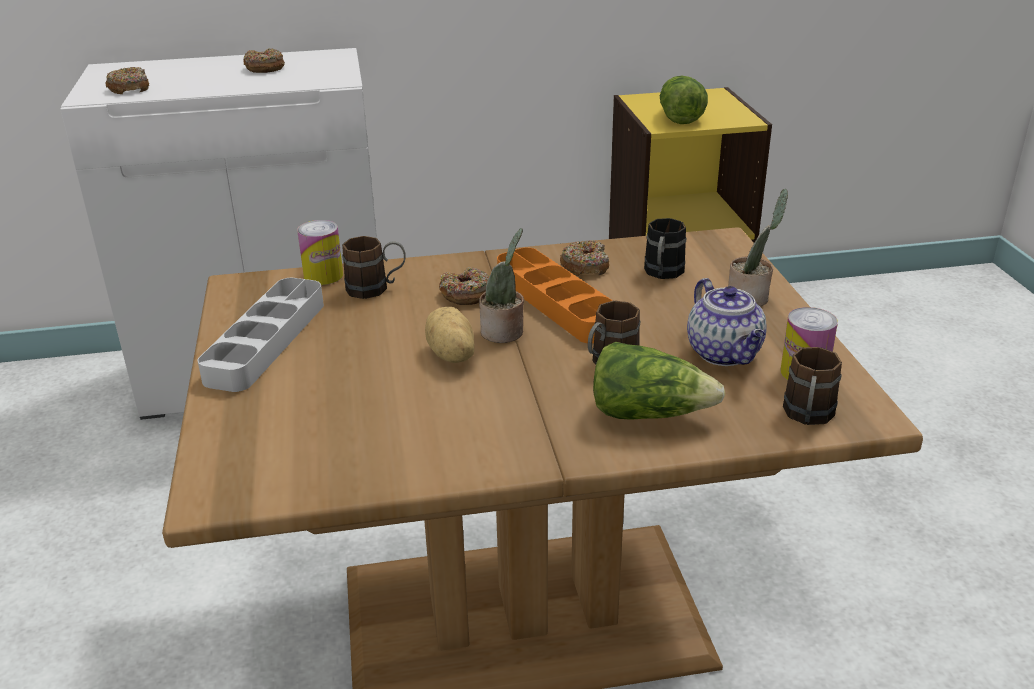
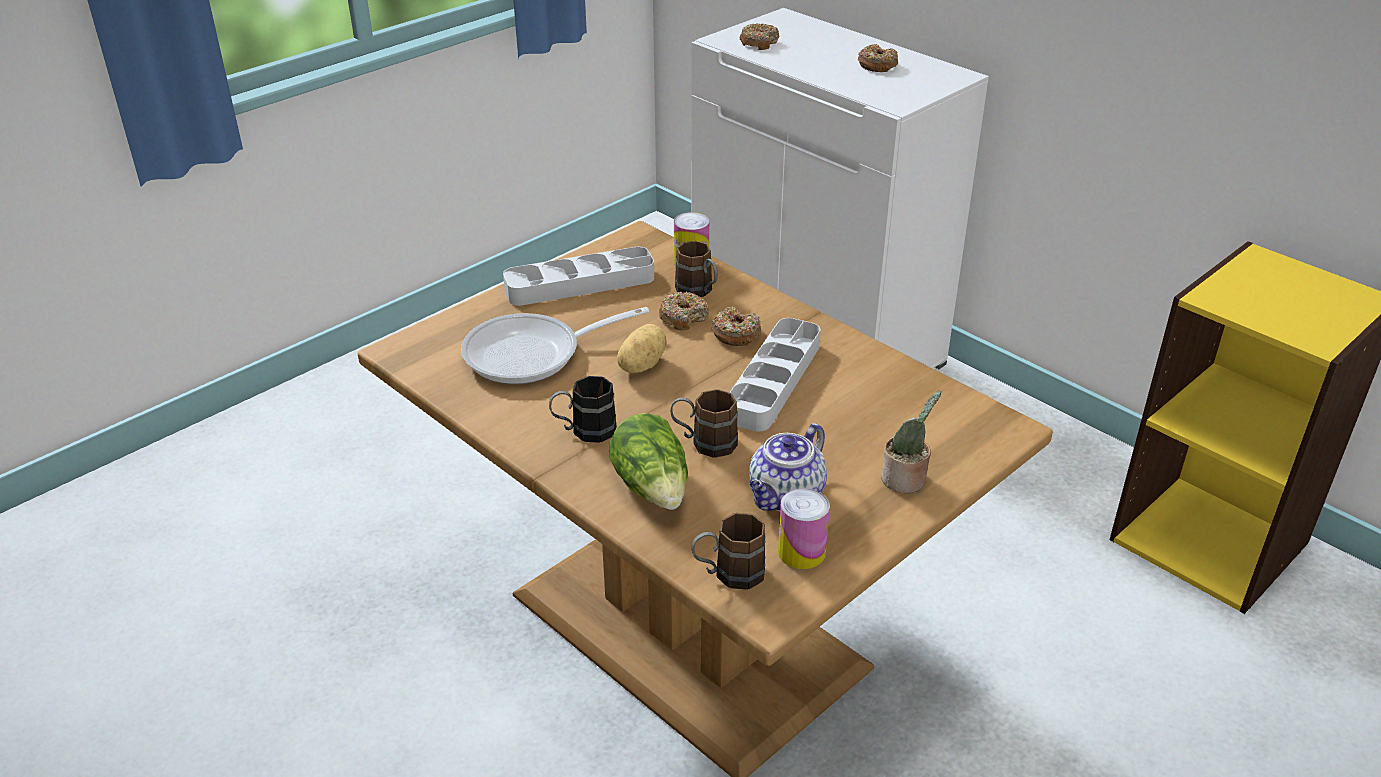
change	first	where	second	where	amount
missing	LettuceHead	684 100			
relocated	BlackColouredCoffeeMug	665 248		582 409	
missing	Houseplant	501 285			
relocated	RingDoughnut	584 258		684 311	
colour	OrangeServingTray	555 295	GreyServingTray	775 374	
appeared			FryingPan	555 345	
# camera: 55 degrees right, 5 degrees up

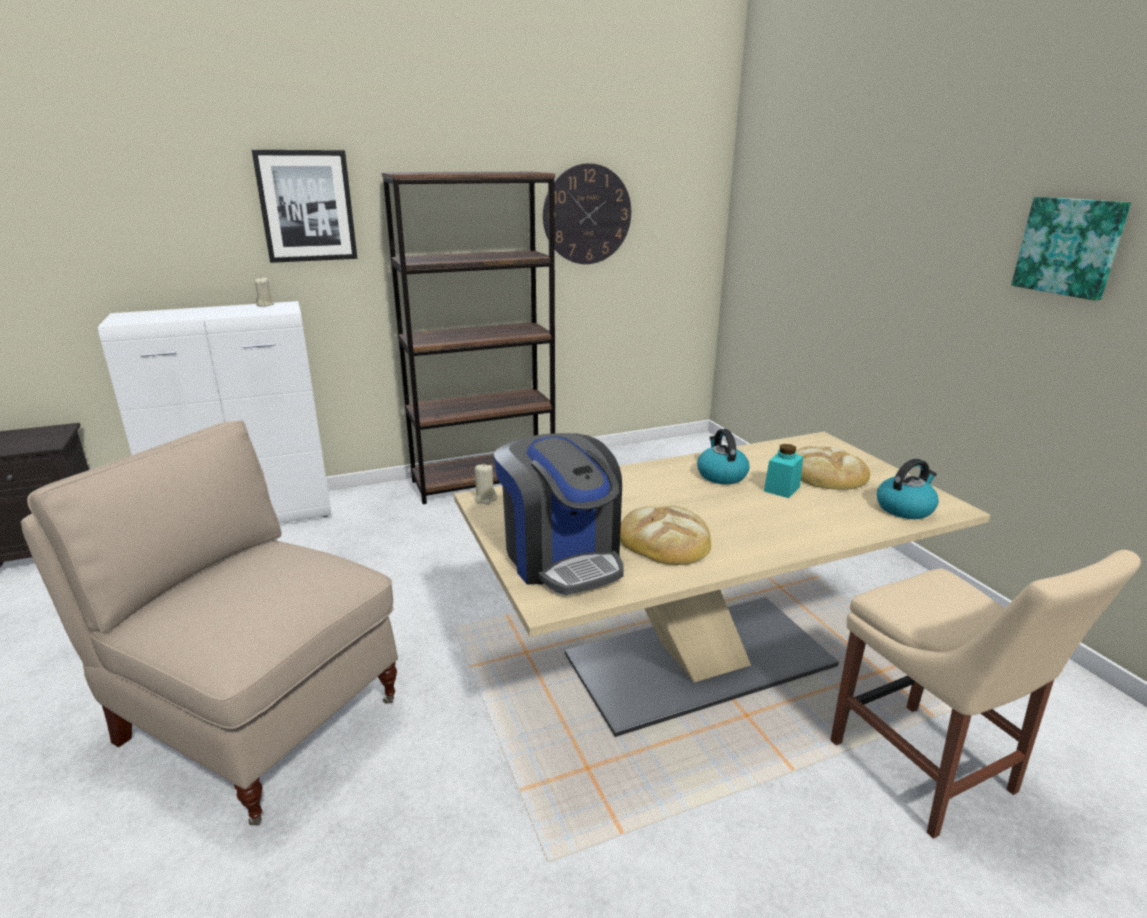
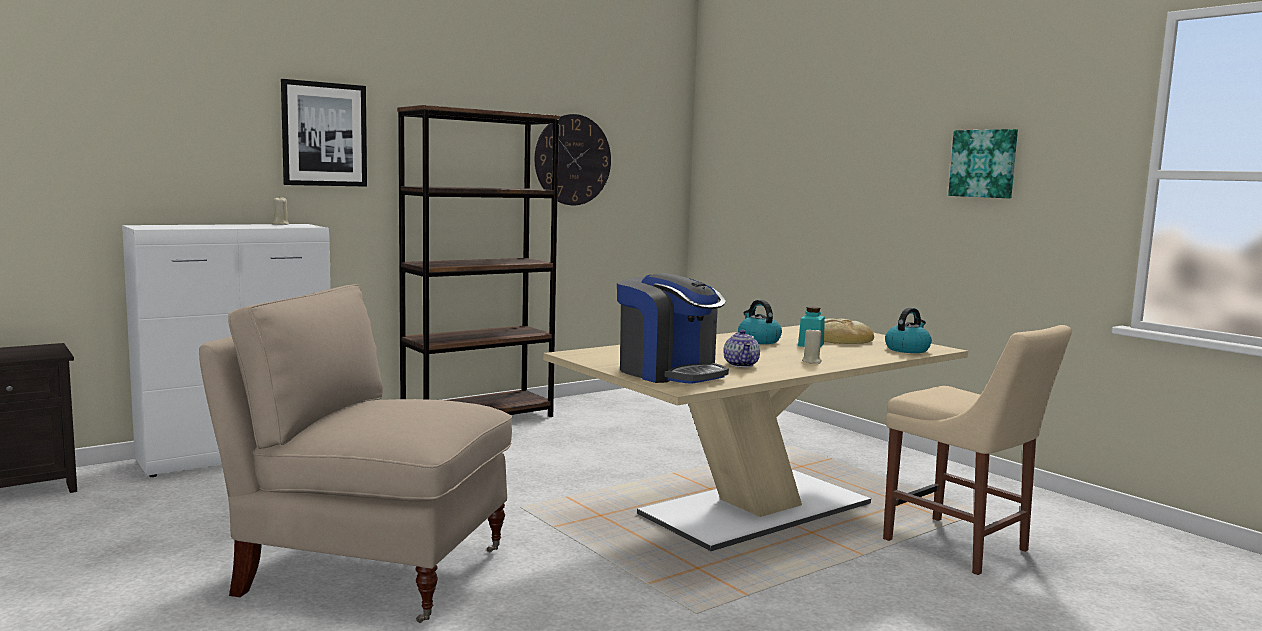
change	first	where	second	where	amount
relocated	BeigeWaxLight	485 484		812 346	
exchanged	BakeryBread	665 535	PotForTea	742 349	
# camera: 15 degrees left, 15 degrees down

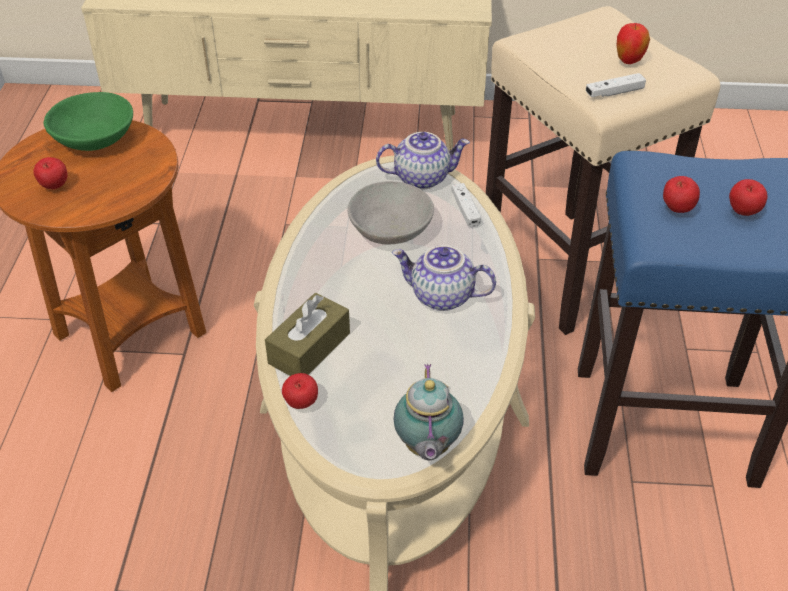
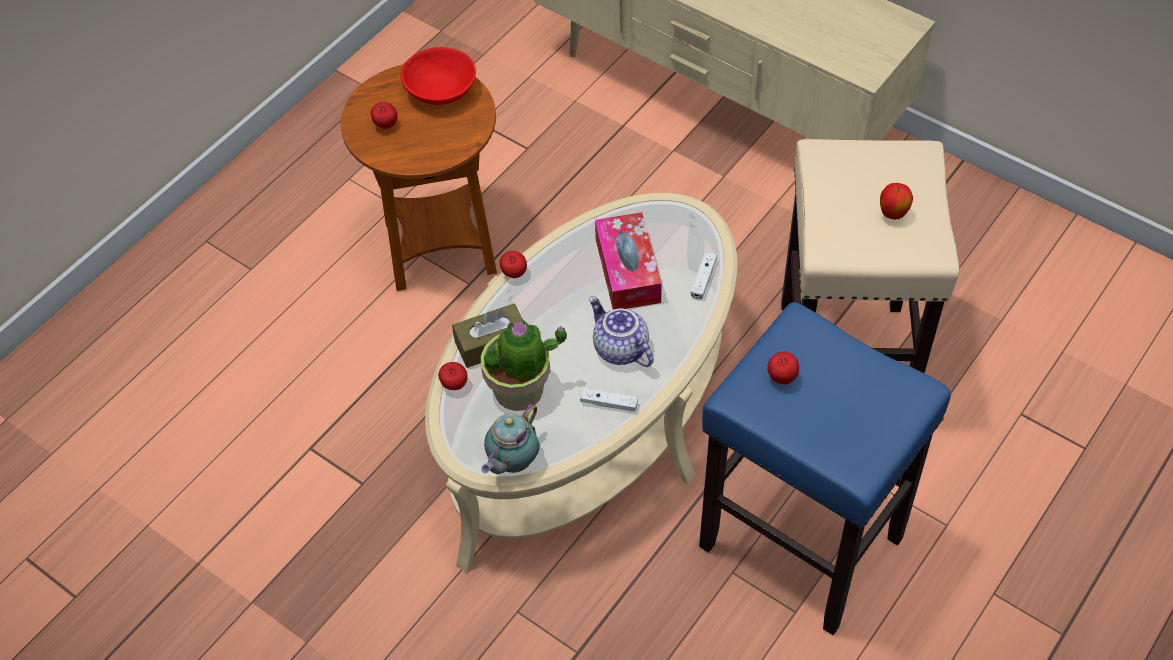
change	first	where	second	where	amount
relocated	WhitishGameController	616 85		609 400	
colour	GreenServingBowl	88 121	RedServingBowl	438 76	
missing	PotForTea	423 161			
relocated	WholeApple	748 197		513 264	
exchanged	GreyServingBowl	390 213	BoxOfTissues	628 261	
appeared			Houseplant	524 365	
# camera: 35 degrees right, 10 degrees up

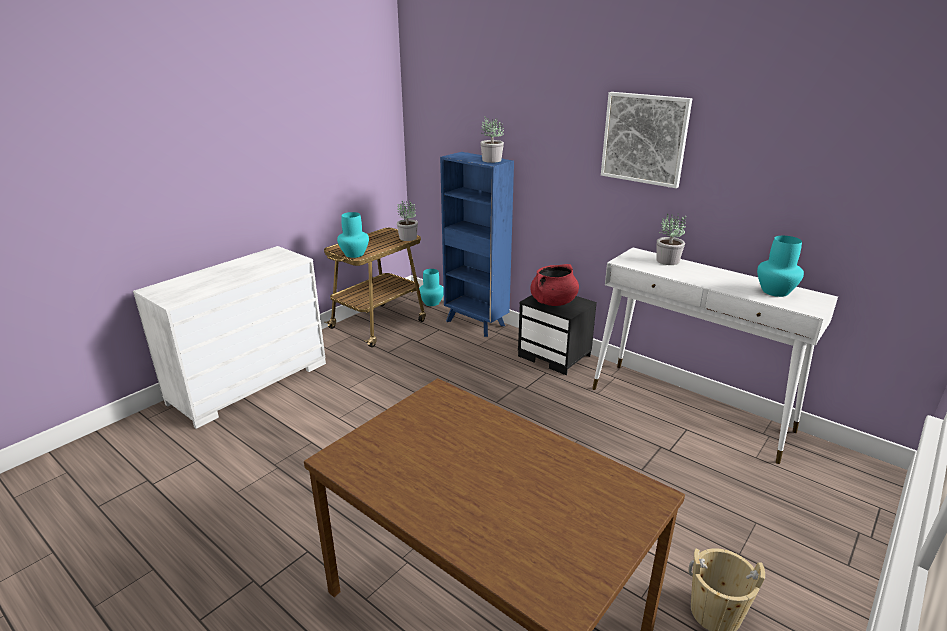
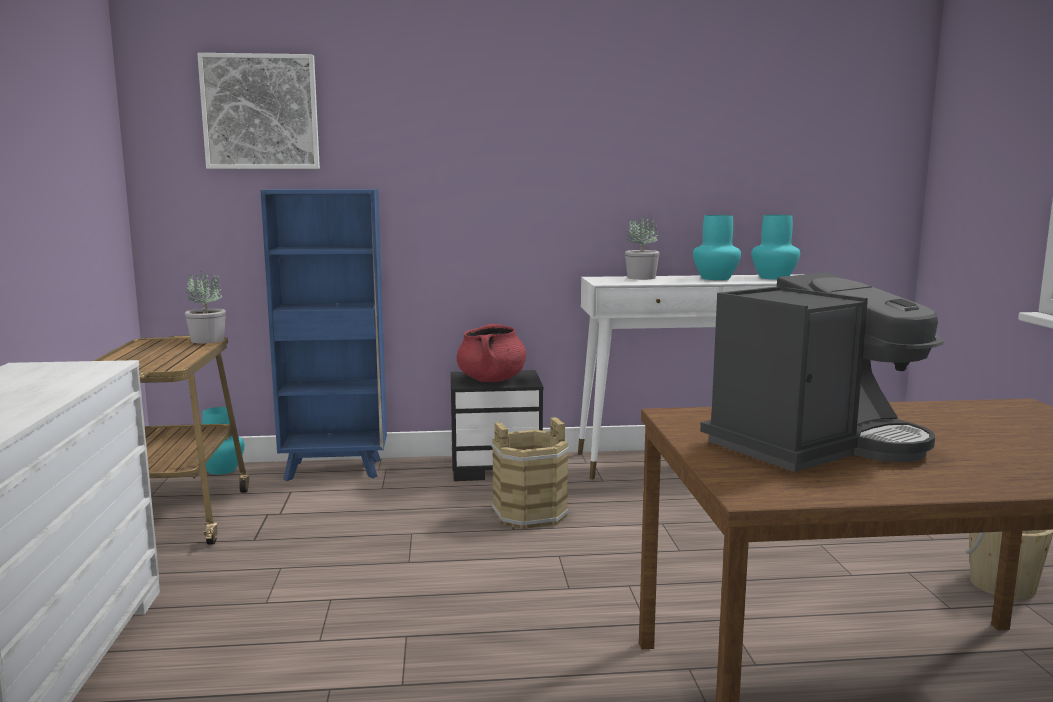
change	first	where	second	where	amount
relocated	WallPicture	646 140		258 111	
missing	Houseplant	492 140			
relocated	TurquoiseColouredFlowerVase	353 235		717 247	
appeared			CoffeeMachine	822 372	
appeared			BrownColouredBucket	530 473	
# camera: 45 degrees left, 15 degrees down

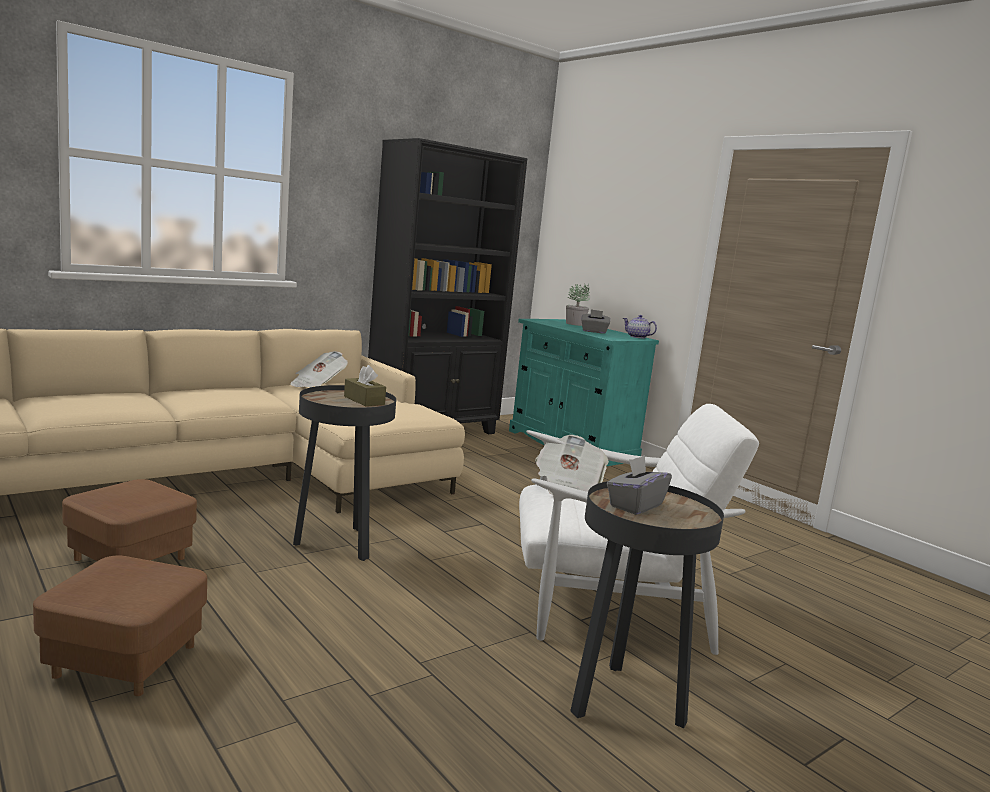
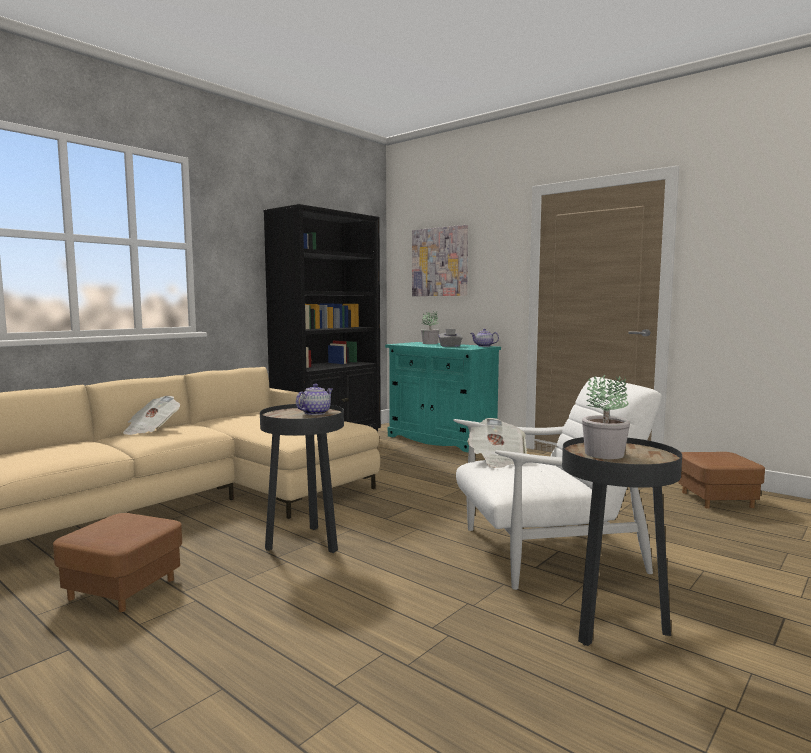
change	first	where	second	where	amount
relocated	Newspaper	319 369		151 415	
exchanged	BrownColouredBoxOfTissues	365 385	PotForTea	314 399	
exchanged	GreyBoxOfTissues	639 485	Houseplant	606 416	
relocated	BrownColouredPouffe	120 625		722 480	
appeared			WallPicture	440 260	
# camera: 10 degrees left, 5 degrees down

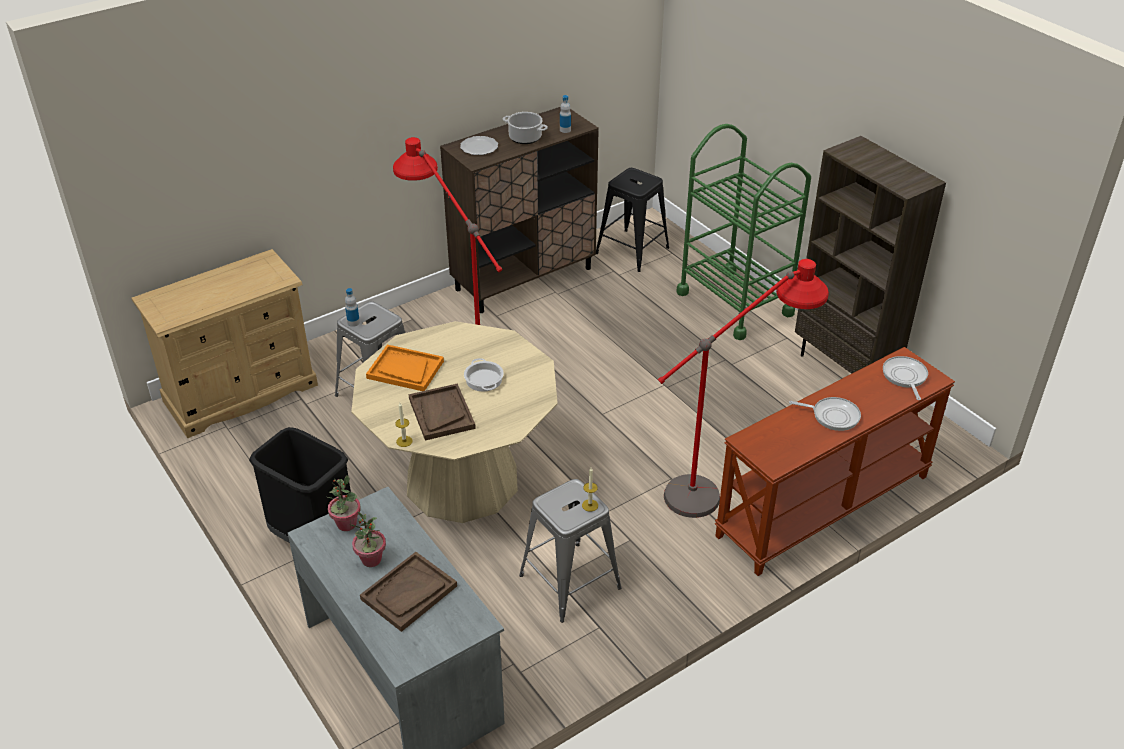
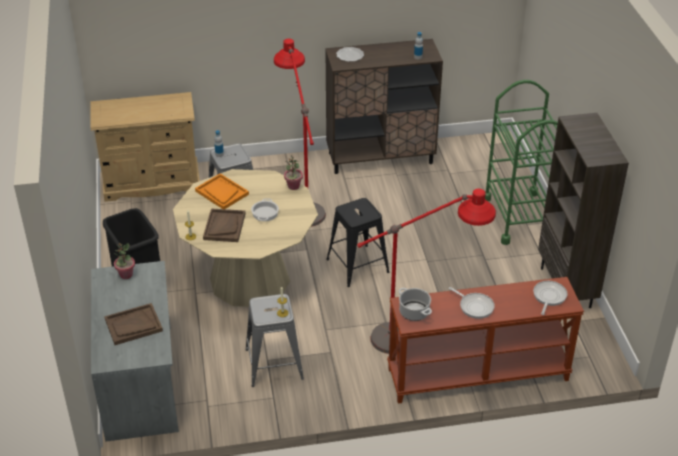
change	first	where	second	where	amount
relocated	Saucepot	525 128		415 304	
relocated	BlackColouredStool	632 220		357 242	
relocated	Houseplant	368 539		293 172	
# camera: 25 degrees right, 0 degrees up

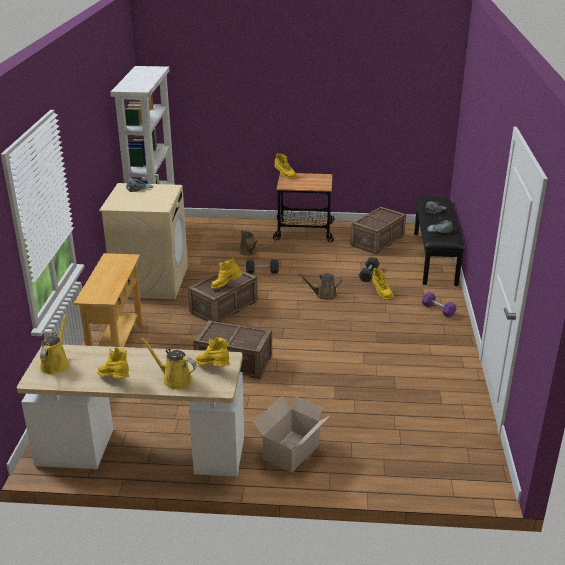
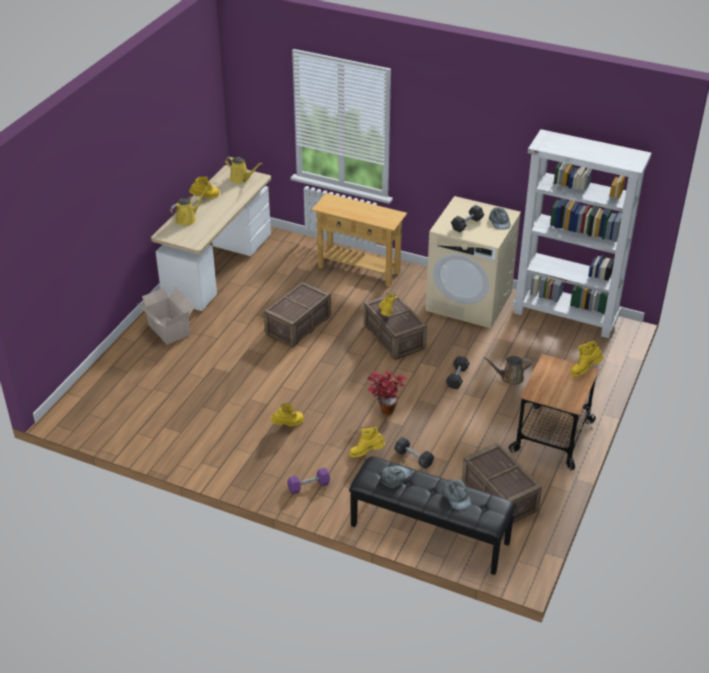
change	first	where	second	where	amount
exchanged	BrownColouredWateringCan	320 286	Houseplant	387 393	
relocated	YellowColouredTallBoot	212 351		287 415	
appeared			BlackColouredHandWeight	467 219	
# camera: 110 degrees right, 10 degrees up

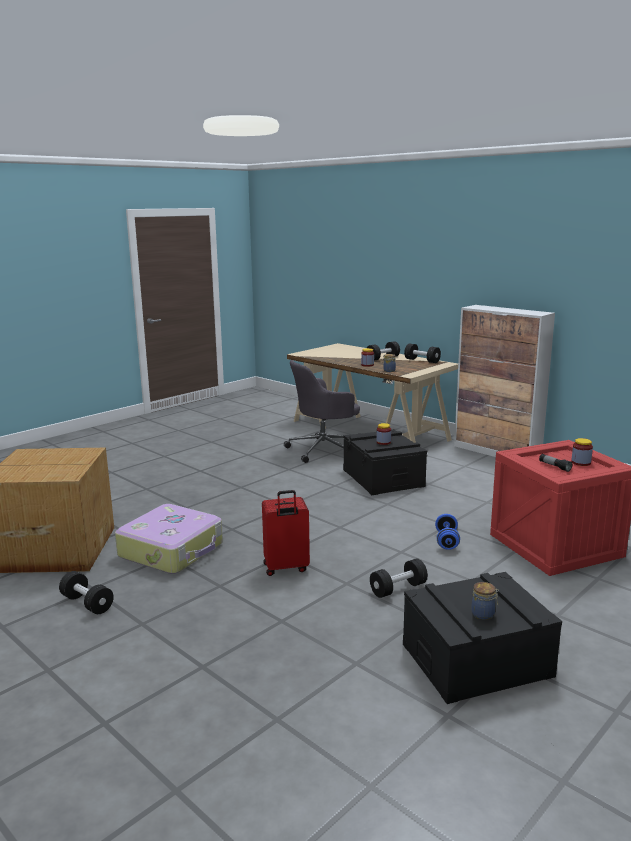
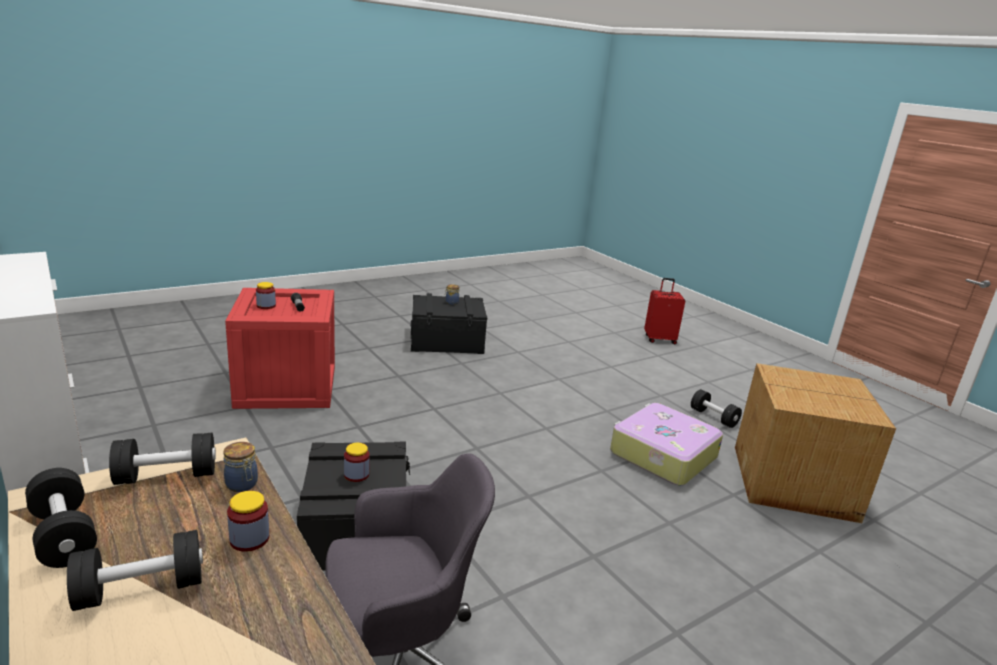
change	first	where	second	where	amount
relocated	RedTravelCase	286 533		664 311	
missing	BlueColouredHandWeight	447 532			
relocated	BlackColouredHandWeight	399 578		162 459	
# camera: 170 degrees left, 5 degrees up

